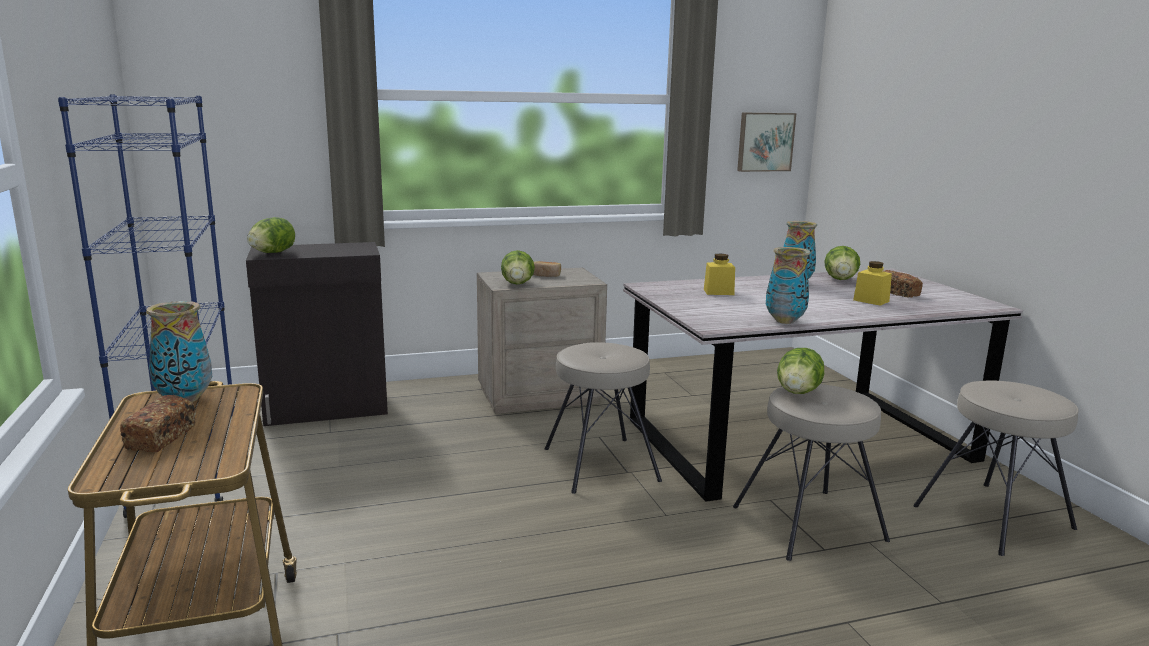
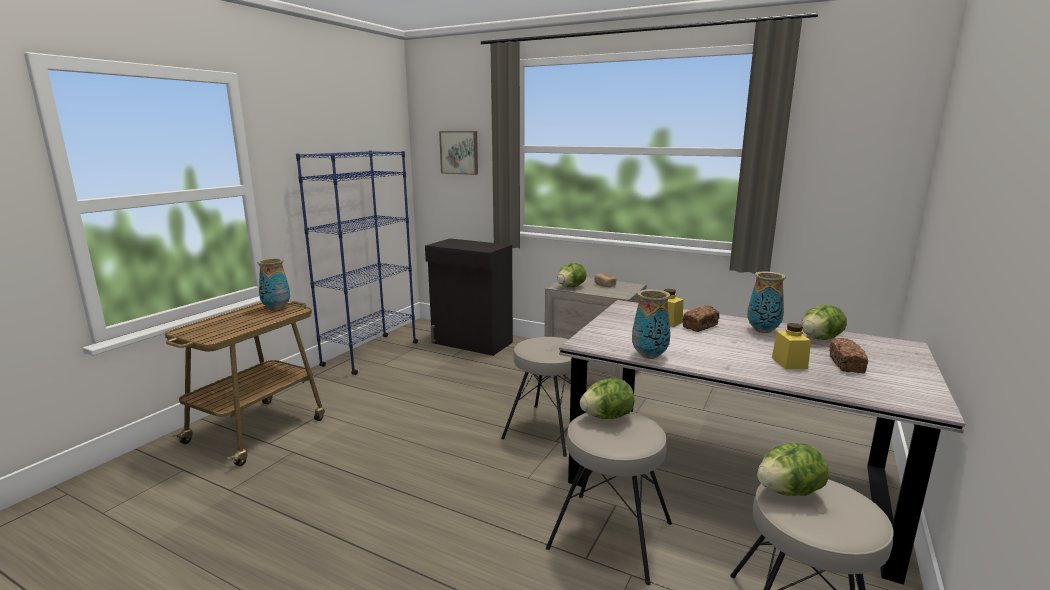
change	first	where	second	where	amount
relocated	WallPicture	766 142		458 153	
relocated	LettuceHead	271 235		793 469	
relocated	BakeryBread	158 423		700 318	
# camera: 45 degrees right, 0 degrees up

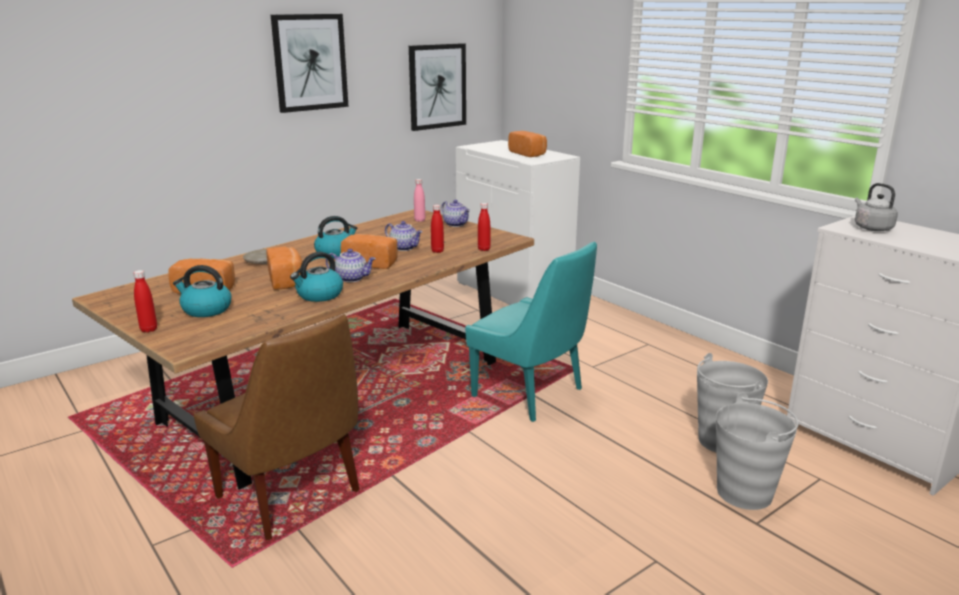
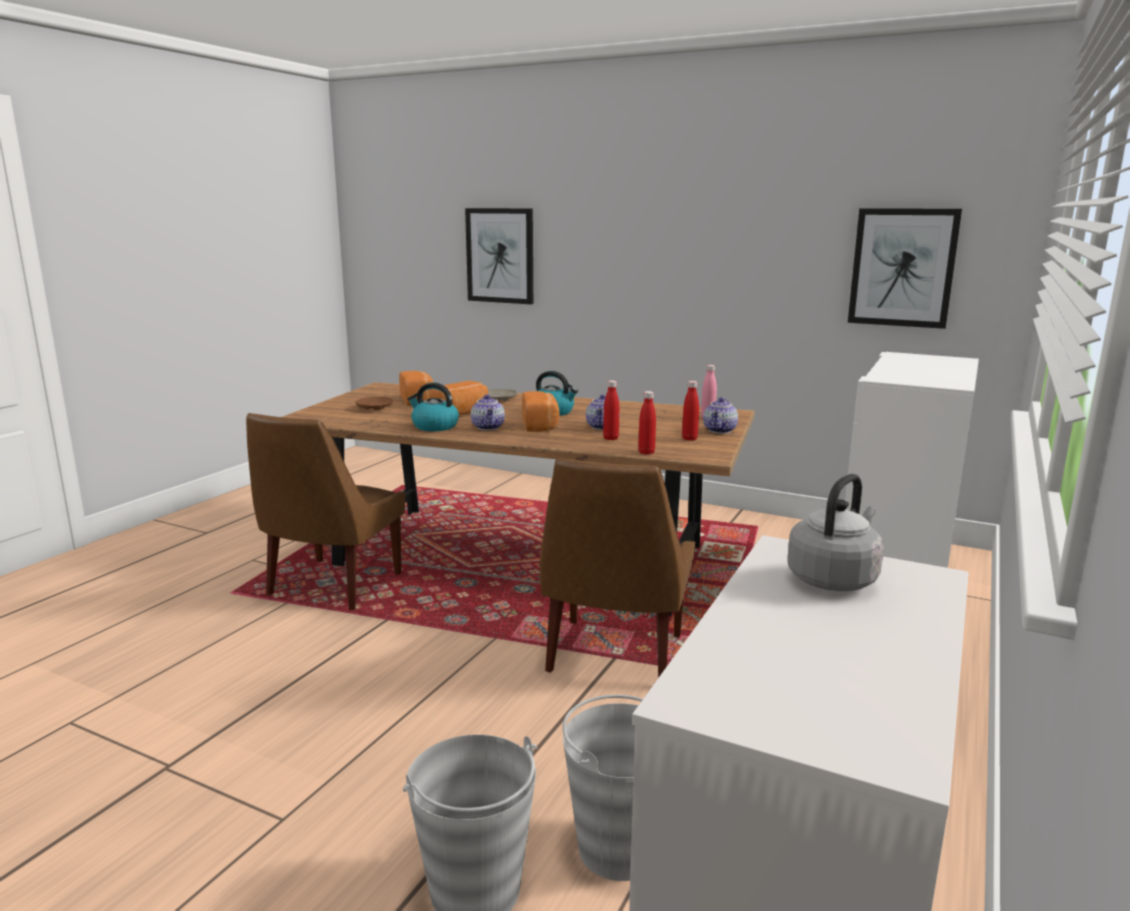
change	first	where	second	where	amount
relocated	WallPicture	310 63		499 256	
missing	BakeryBread	527 144			
colour	TurquoiseColouredChair	531 331	BrownColouredChair	617 568	
exchanged	TeaKettle	202 291	BrownColouredFlatDish	374 403	
relocated	RedBottle	145 301		690 411	
# camera: 65 degrees right, 5 degrees down

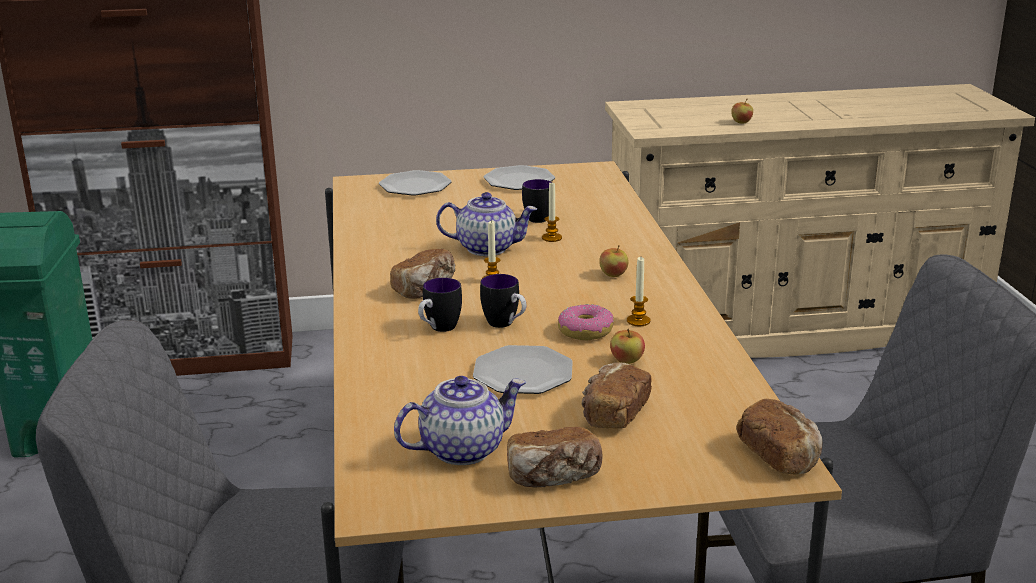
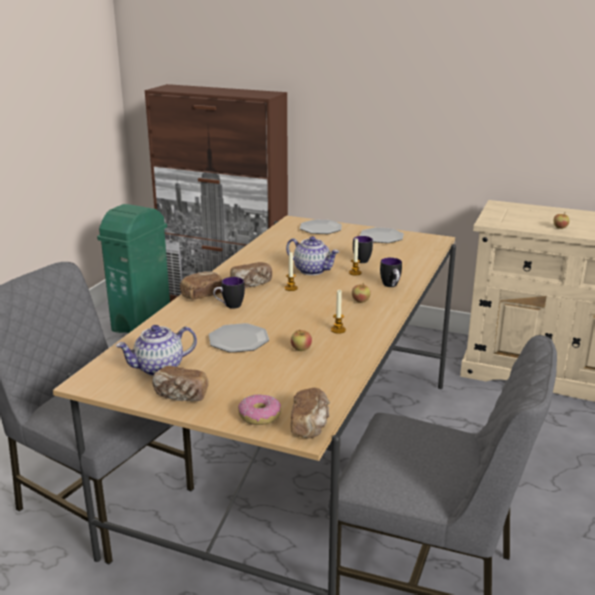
change	first	where	second	where	amount
relocated	CoffeeMug	503 301		391 272	
relocated	RingDoughnut	586 322		259 409	
relocated	BakeryBread	617 395		201 285	
spun	PotForTea	460 420		156 350	150 degrees clockwise
# camera: 30 degrees right, 0 degrees up

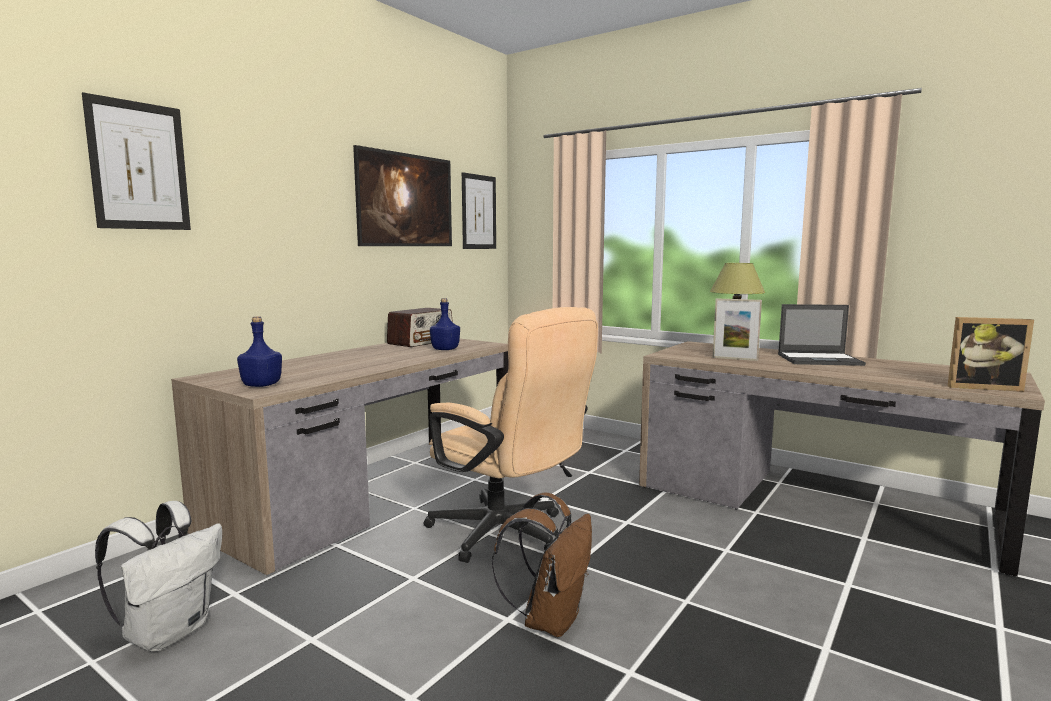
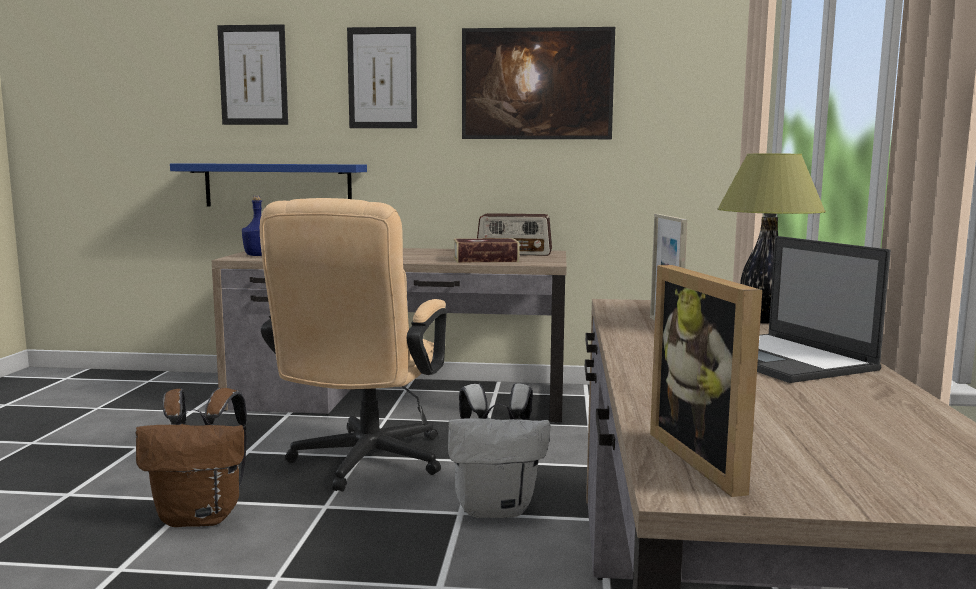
change	first	where	second	where	amount
relocated	WallPicture	479 210		382 77	
exchanged	BlueColouredBottle	445 324	BoundBook	487 250	
relocated	WhitishRucksack	158 576		499 450	
appeared			BlueColouredShelf	268 184	
# camera: 60 degrees right, 0 degrees up

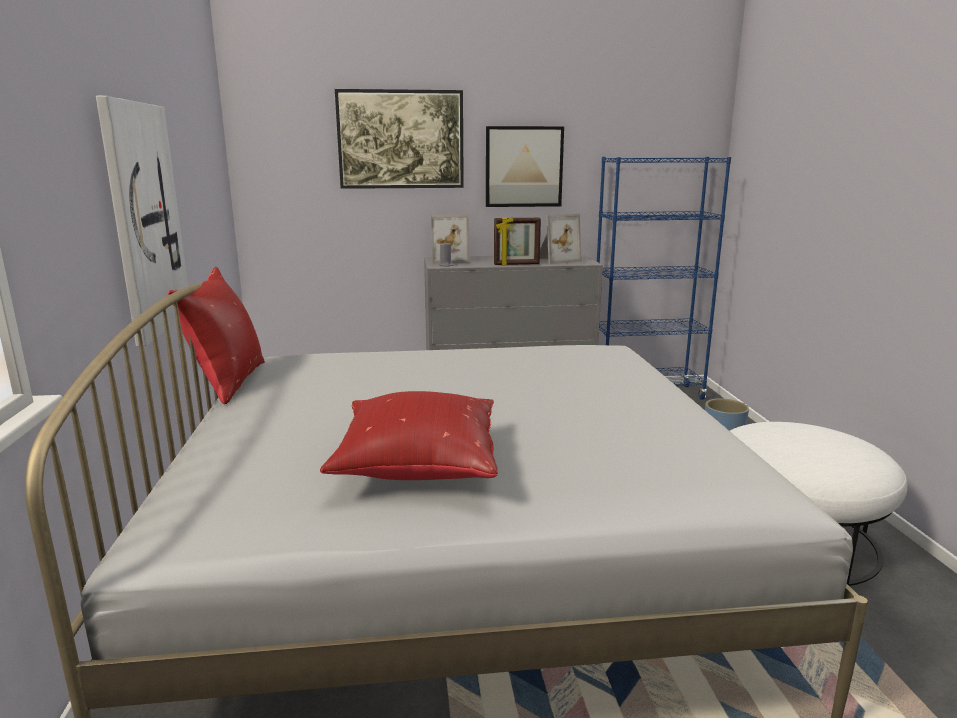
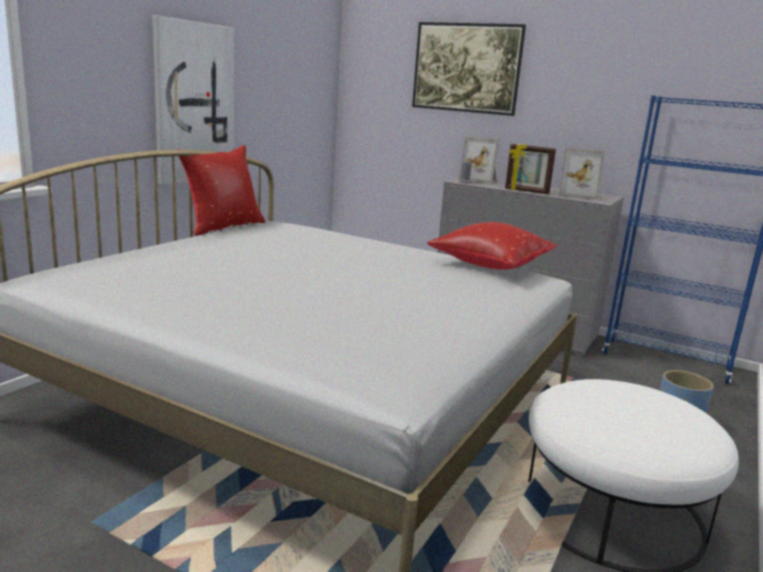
change	first	where	second	where	amount
missing	WallPicture	525 166			
relocated	RedCushion	409 435		492 246	
# camera: 35 degrees right, 0 degrees up

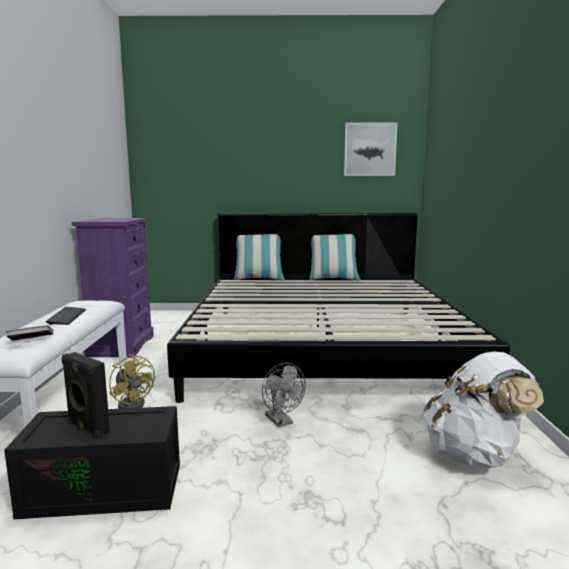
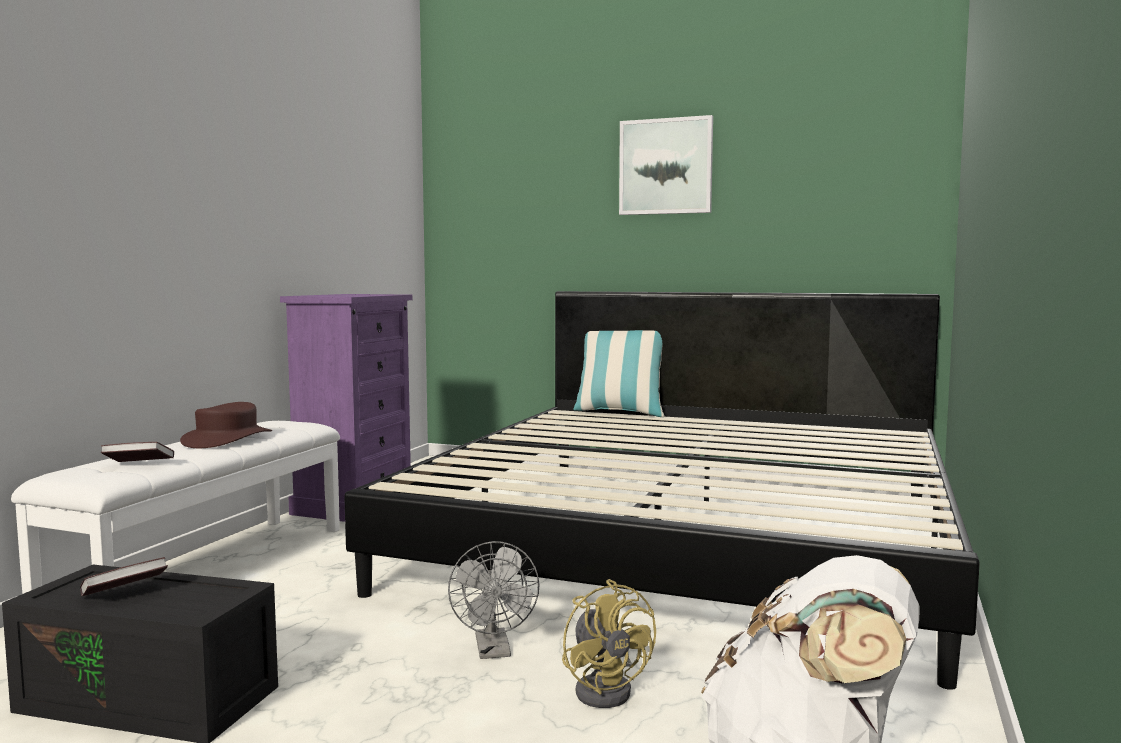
change	first	where	second	where	amount
relocated	WallPicture	371 149		666 165	
missing	Cushion	335 257			
exchanged	ComputerKeyboard	66 316	BrownColouredWearableHat	226 425	
exchanged	BlackColouredLoudspeaker	86 395	BoundBook	124 576	
relocated	YellowColouredFan	132 381		609 643	
# camera: 20 degrees right, 5 degrees down

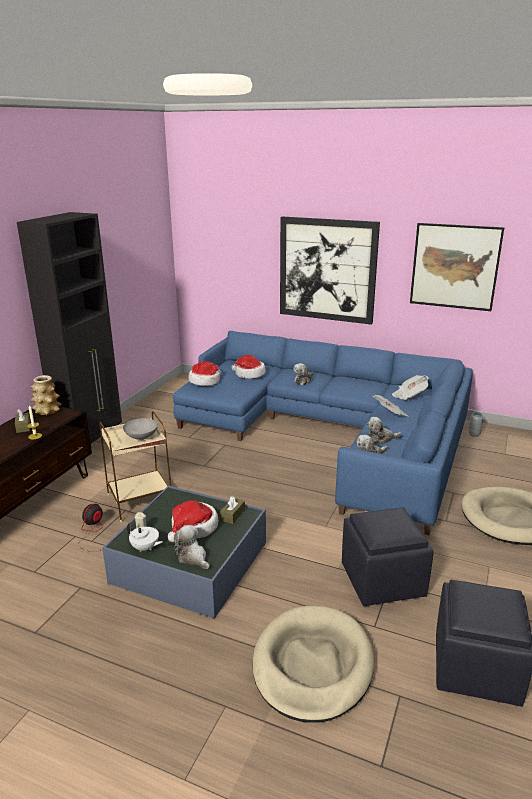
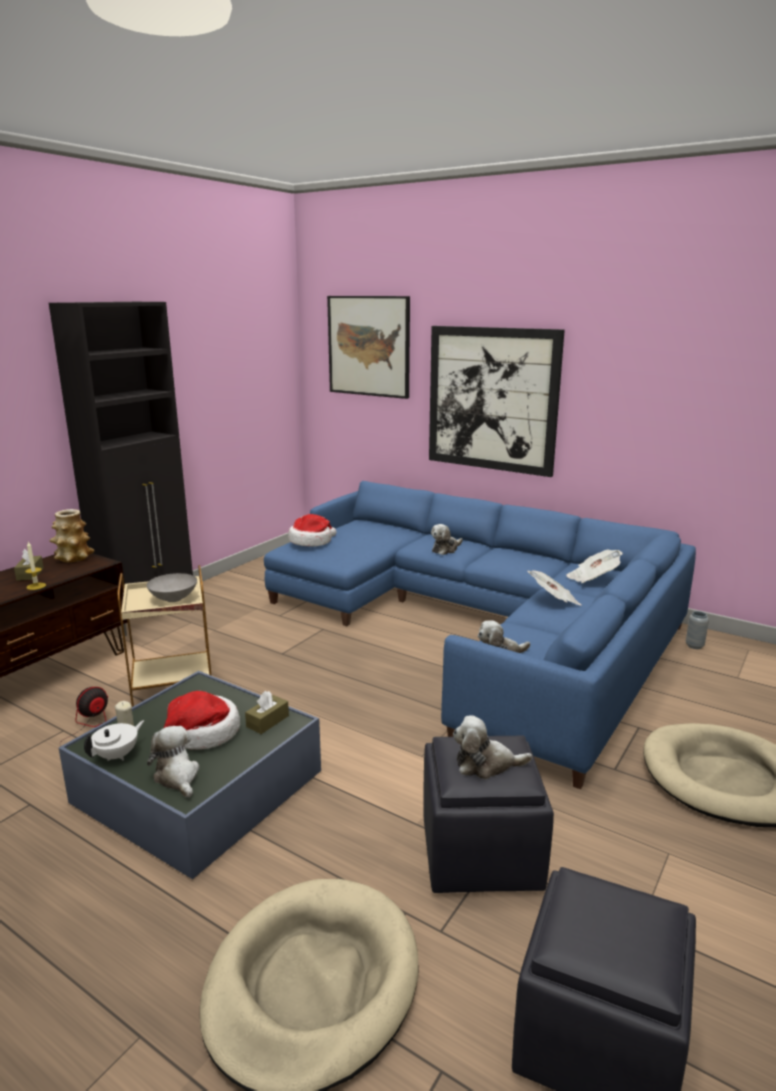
change	first	where	second	where	amount
relocated	WallPicture	457 267		368 347	
missing	WearableHat	249 367			
relocated	PlushToy	384 430		493 747	
spun	WhitishPotForTea	145 537		114 740	90 degrees counterclockwise
# camera: 10 degrees right, 5 degrees down

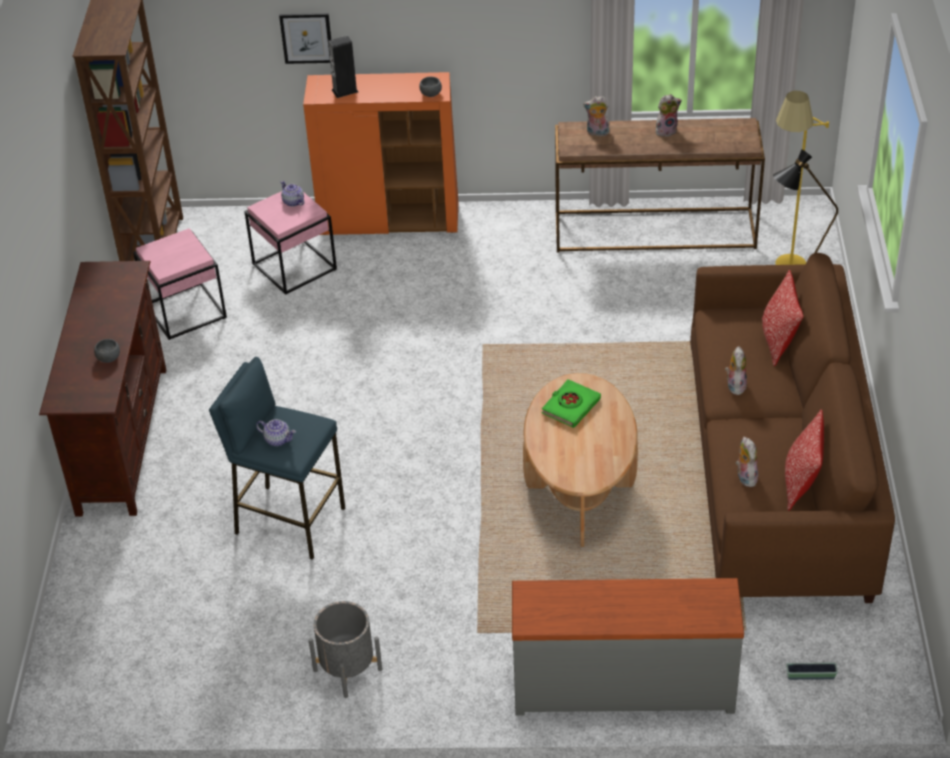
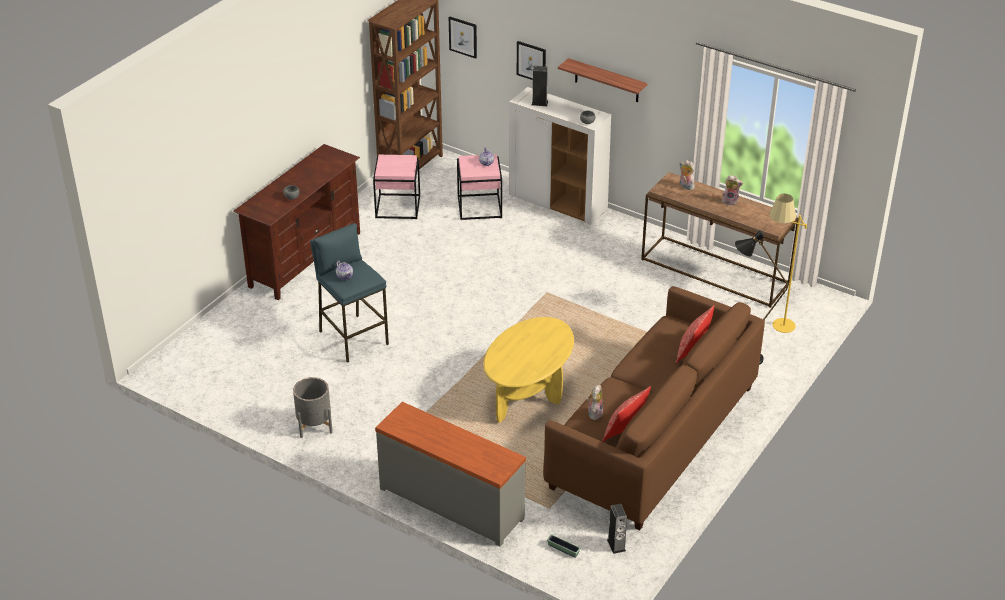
change	first	where	second	where	amount
colour	OrangeStorageCabinet	380 153	WhitishStorageCabinet	560 156	
missing	PlushToy	736 370			
colour	BrownColouredLowTable	580 460	YellowColouredLowTable	528 370	
missing	GreenBoundBook	571 403			
appeared			WallPicture	463 37	
appeared			Shelf	603 80	
appeared			Loudspeaker	617 529	
# camera: 30 degrees right, 5 degrees down

